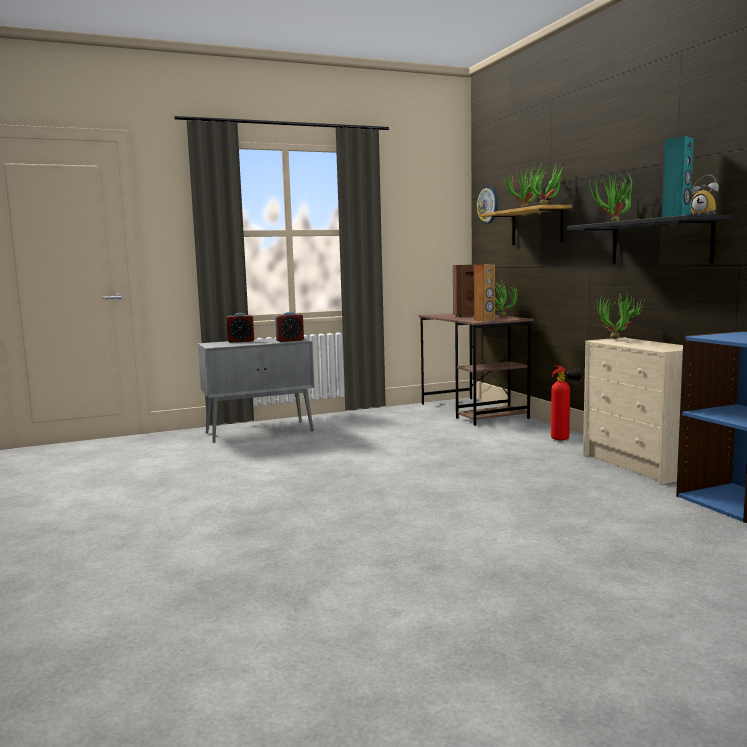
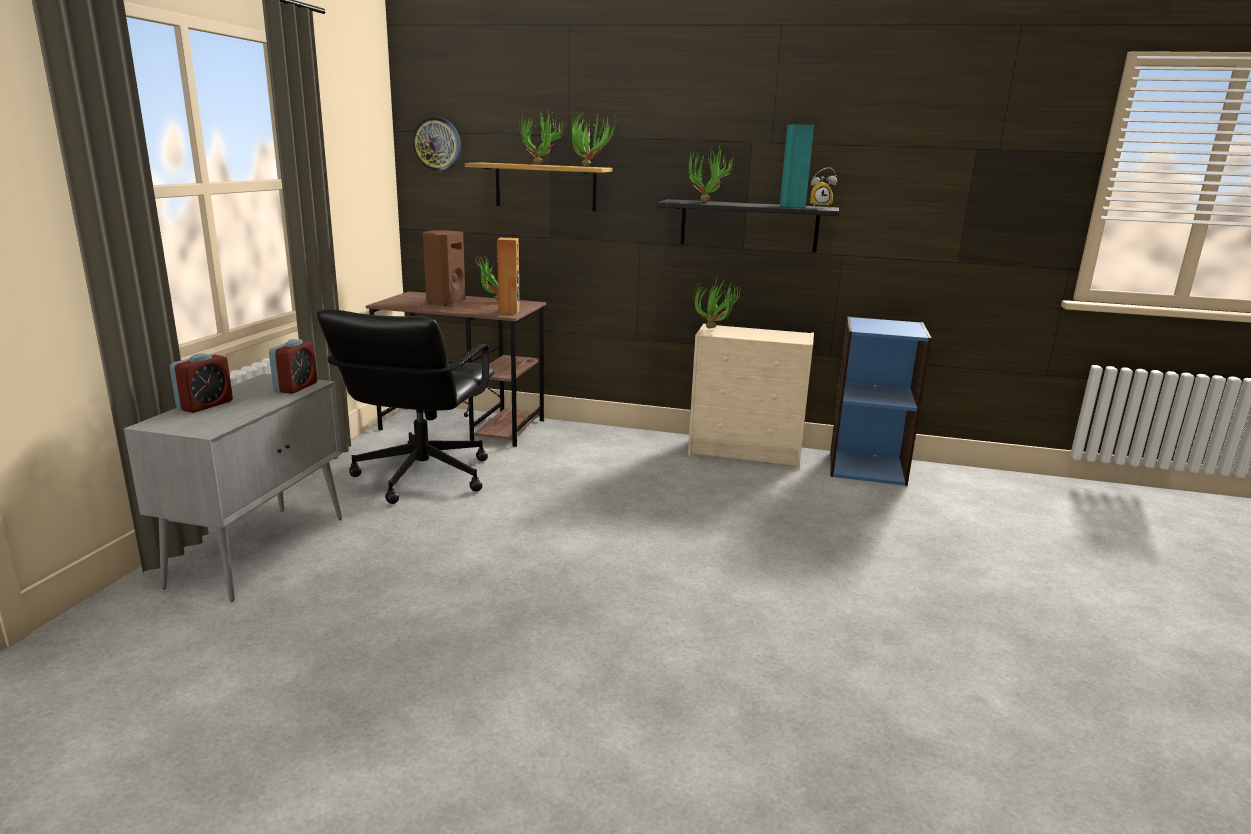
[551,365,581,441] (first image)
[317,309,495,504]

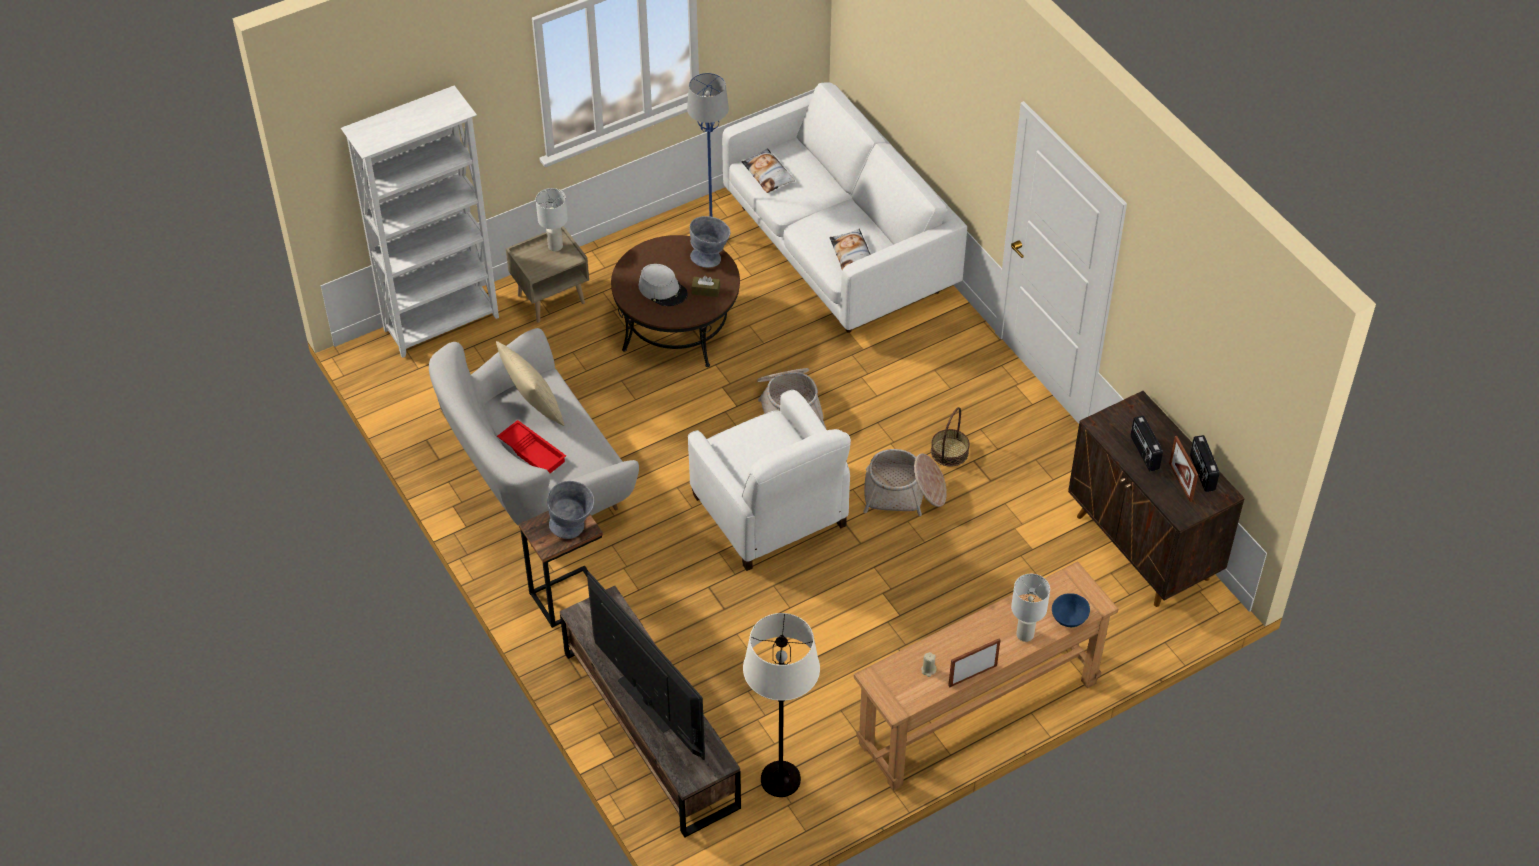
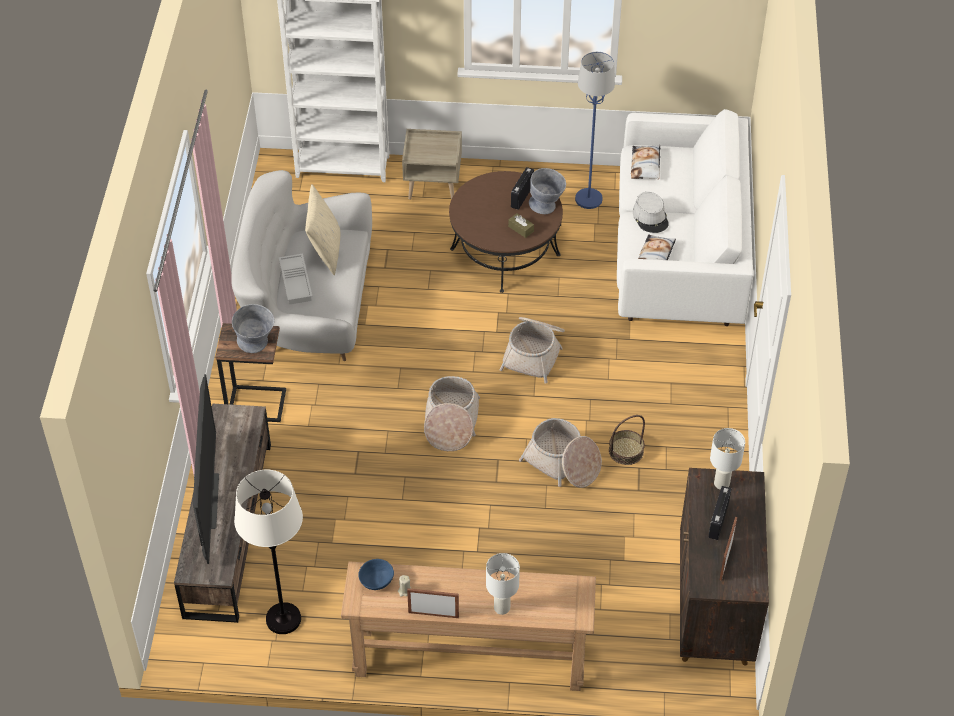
[279,254,313,304]
[710,428,745,490]
[633,192,669,233]
[424,376,480,451]
[358,559,394,590]
[511,167,534,210]

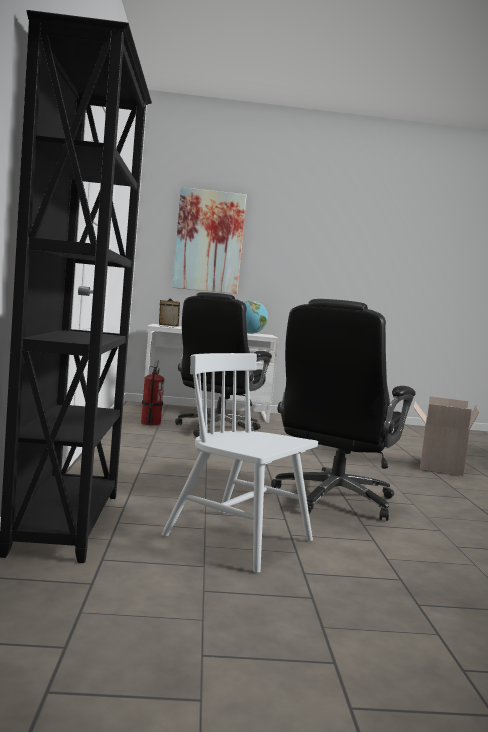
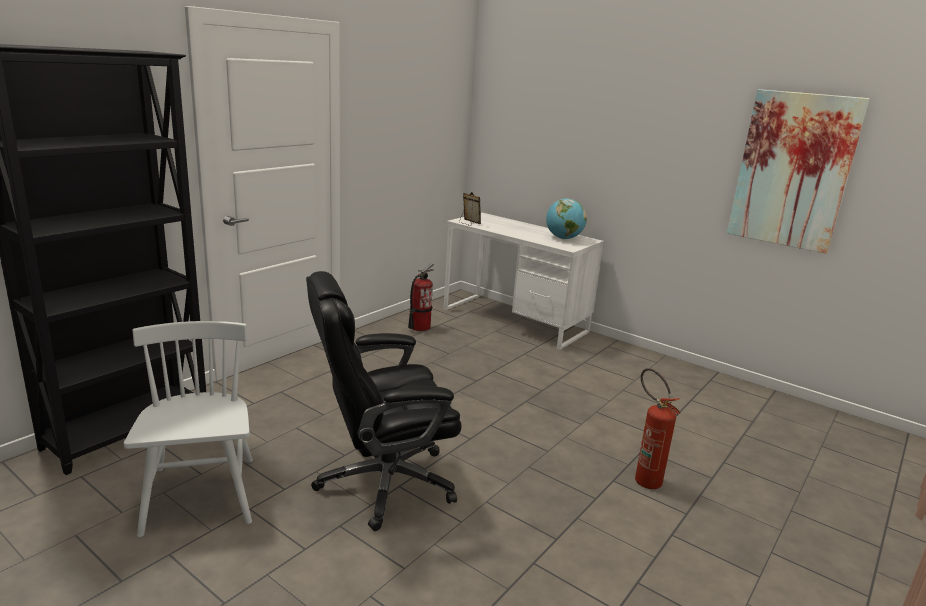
[727,89,869,254]
[175,292,272,437] (first image)
[635,368,680,489]

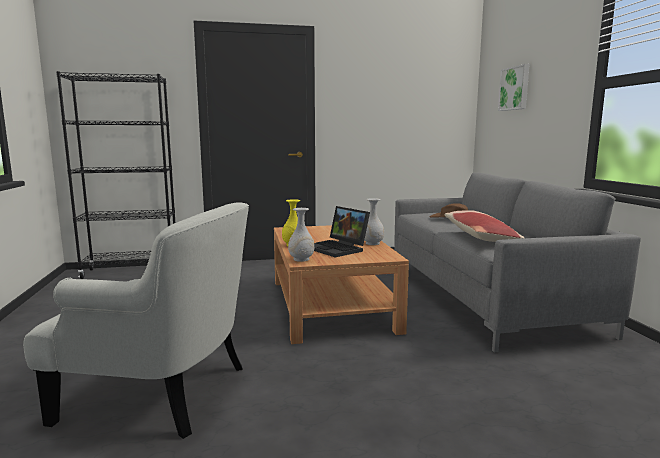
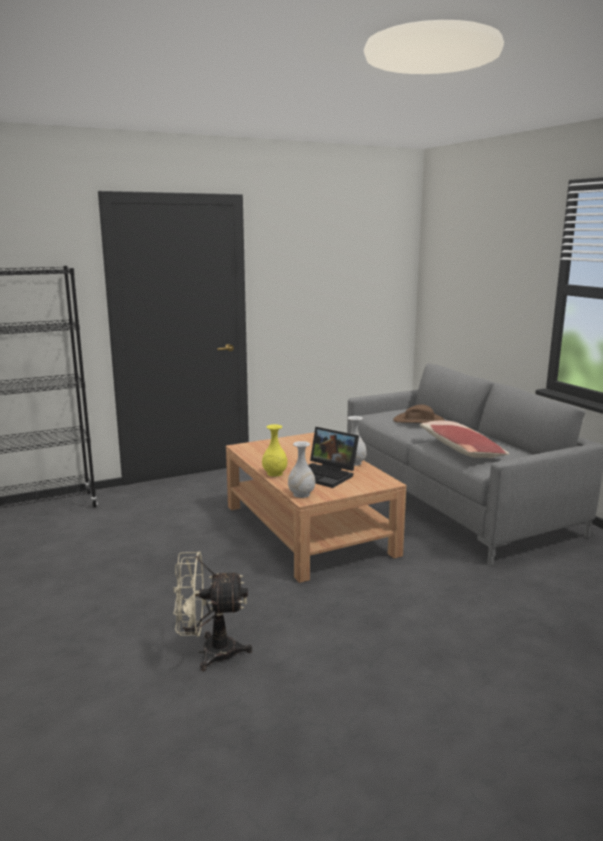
[173,552,253,671]
[498,64,530,111] (first image)

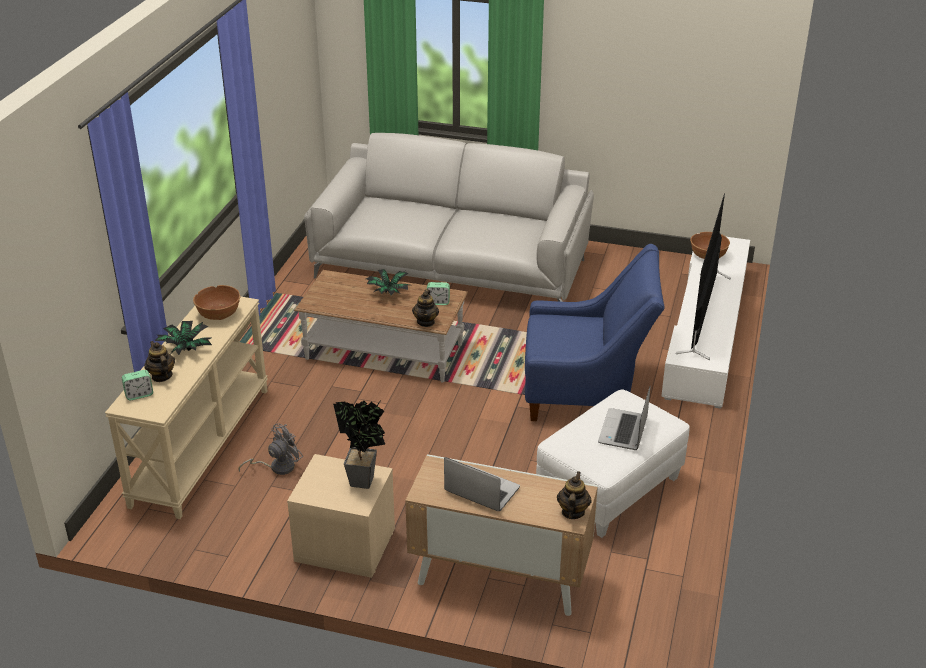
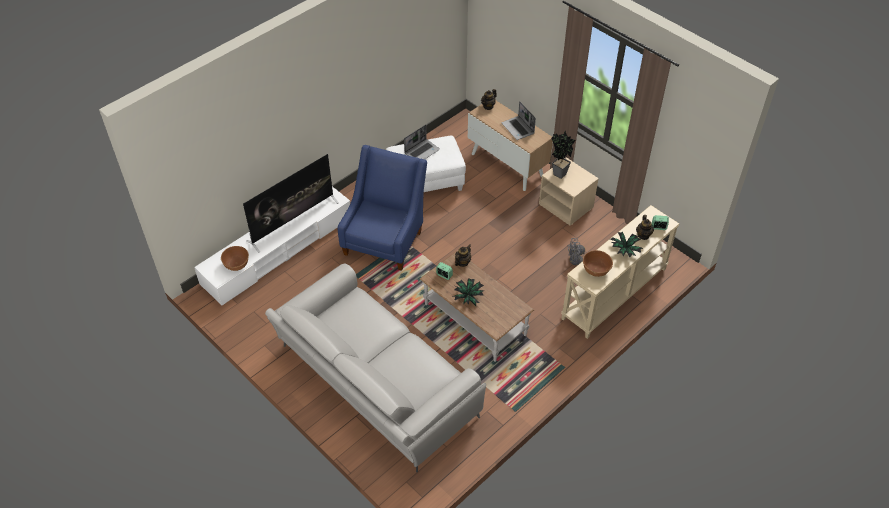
[338,145,427,271]

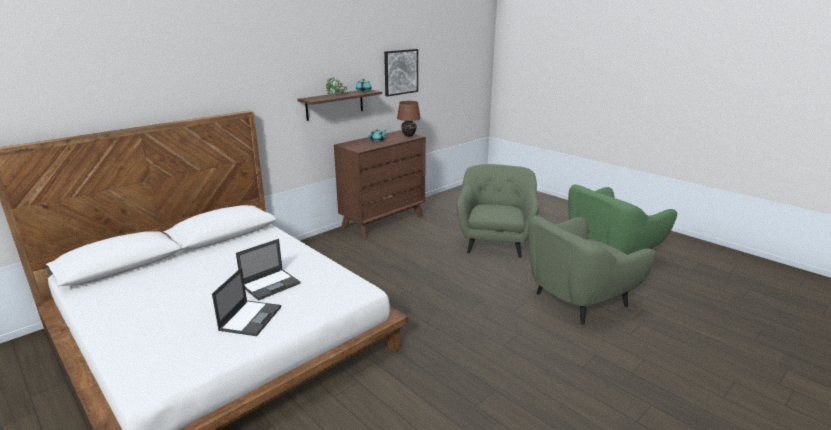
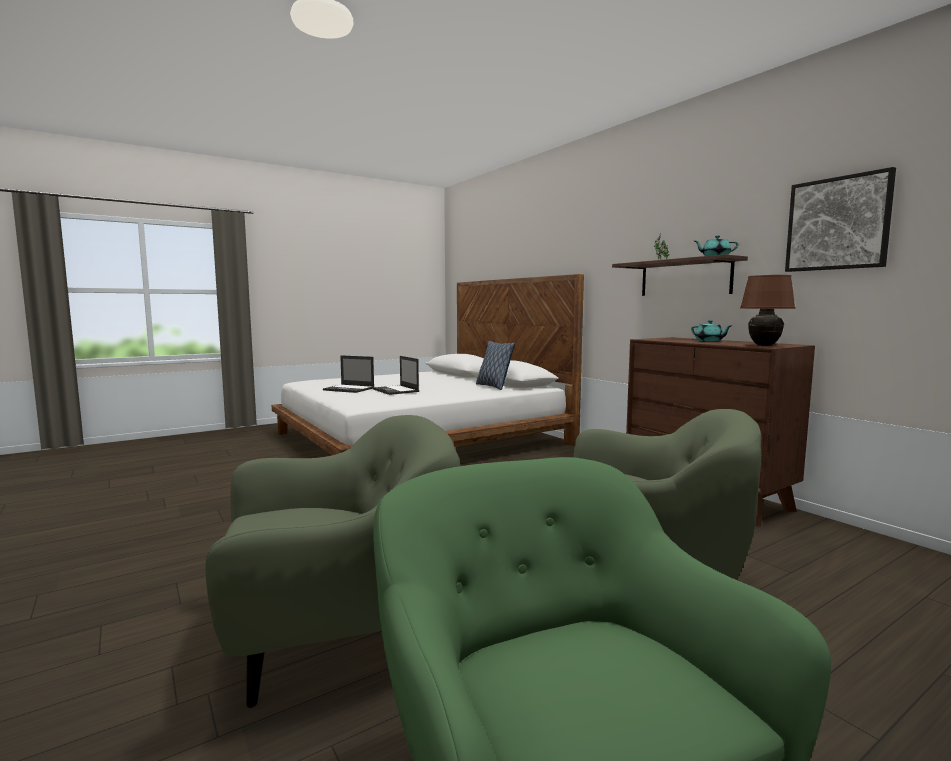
[206,415,460,708]
[476,341,516,390]

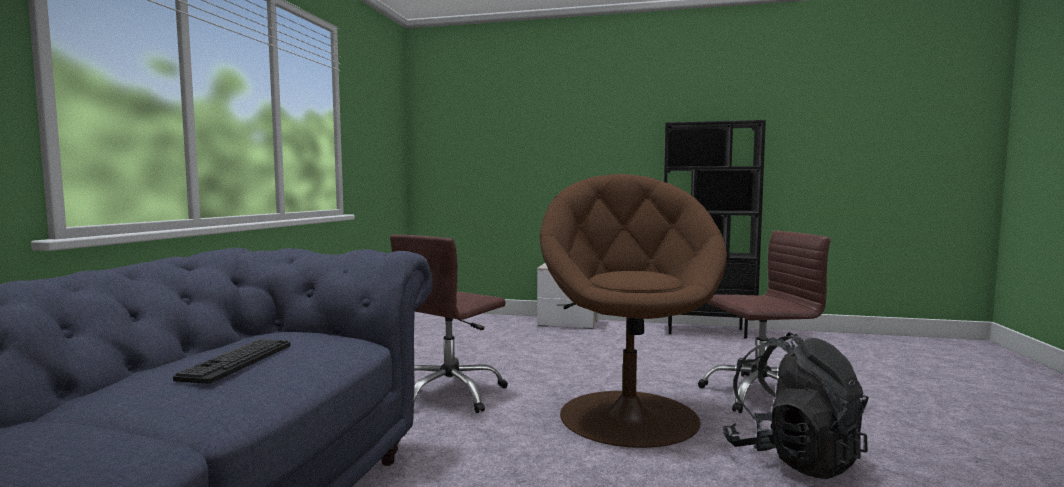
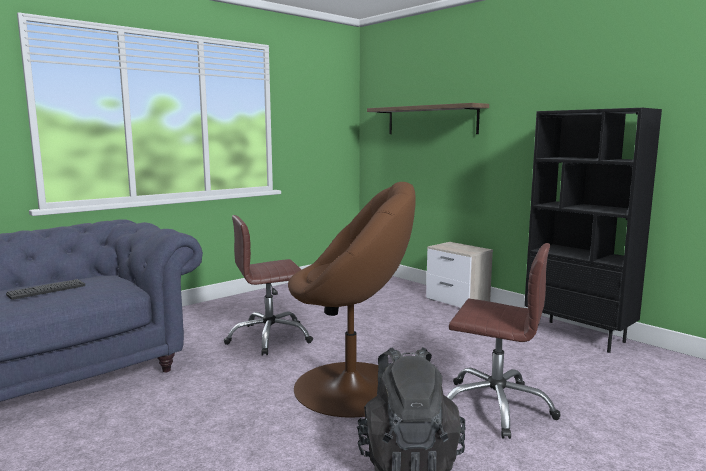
[288,182,416,418]
[367,103,489,134]

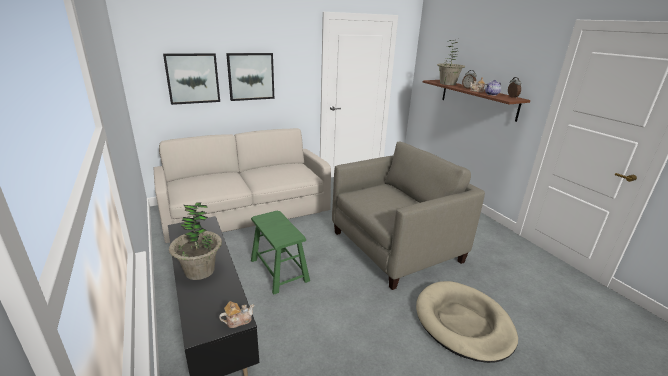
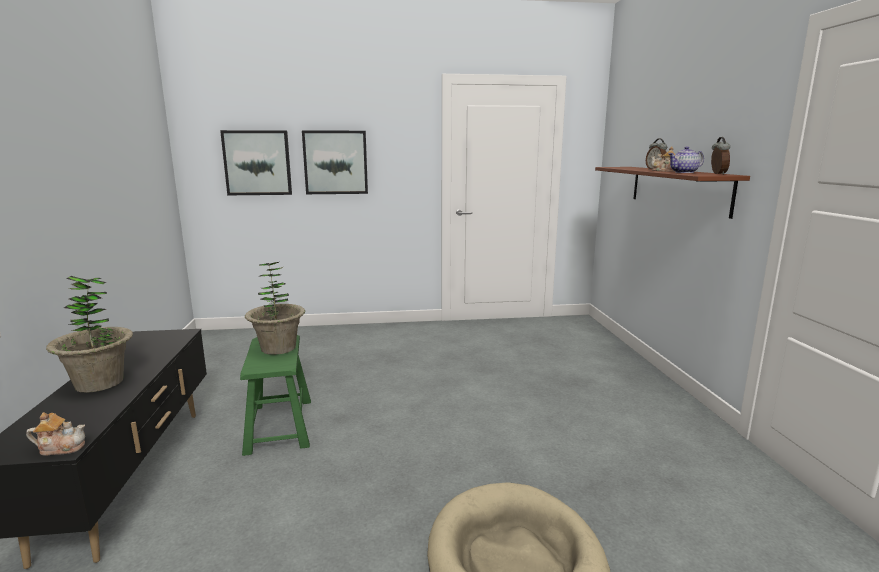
[154,128,331,243] (first image)
[332,142,485,290] (first image)
[245,262,305,355]

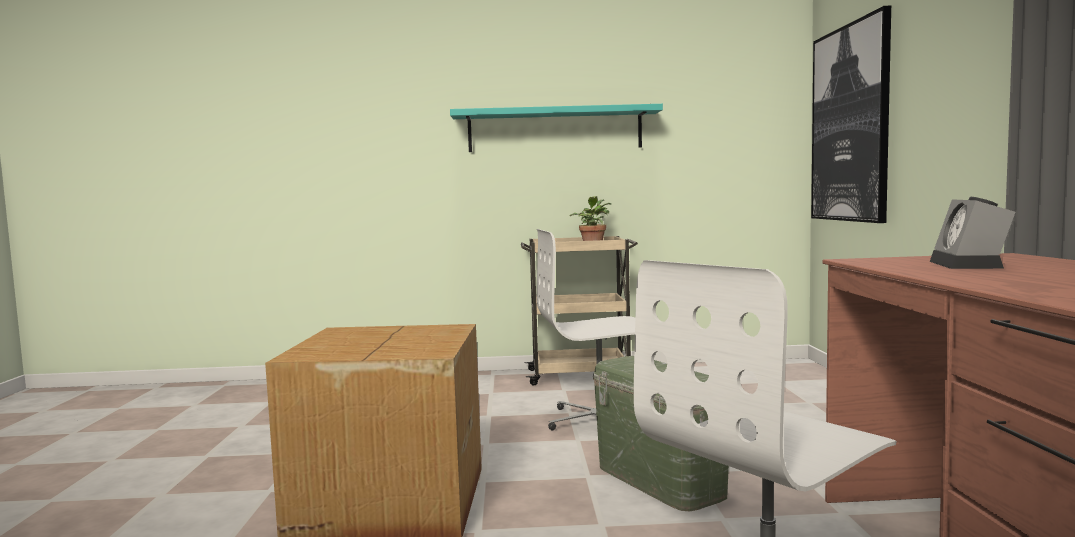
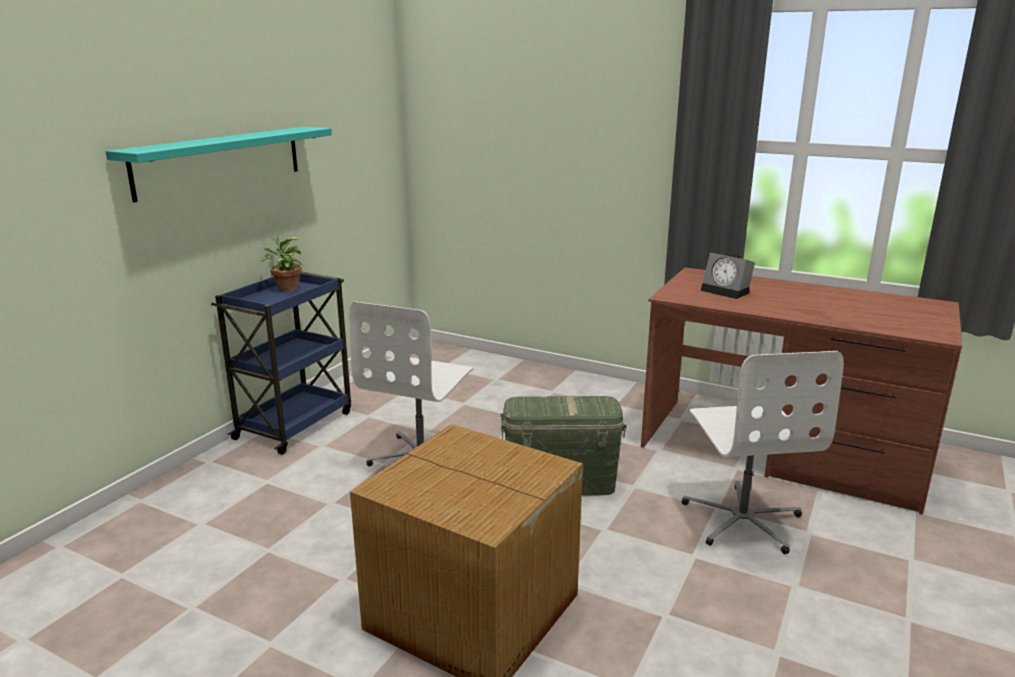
[211,272,351,455]
[811,6,891,223] (first image)

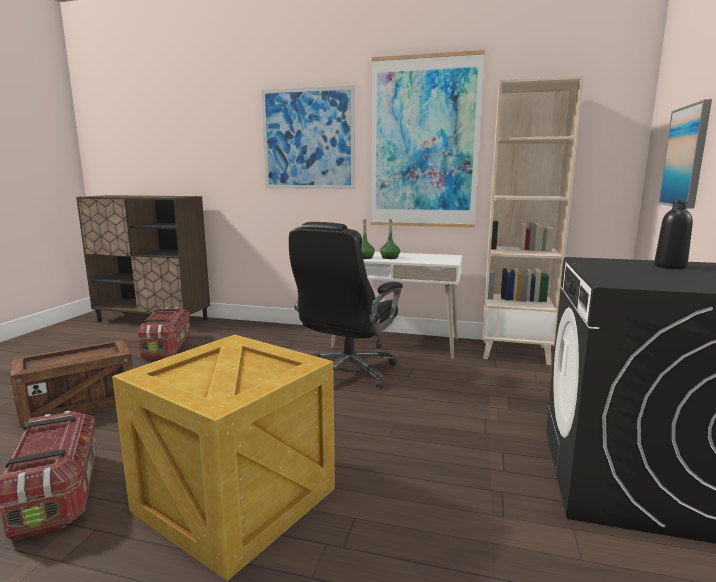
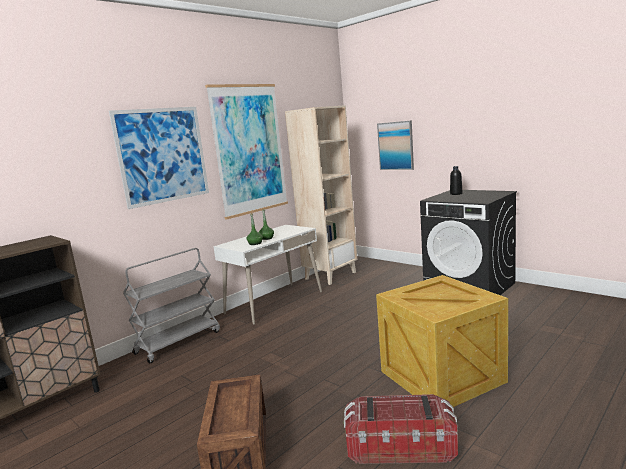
[138,307,191,359] (first image)
[289,222,403,388] (first image)
[123,248,220,363]

